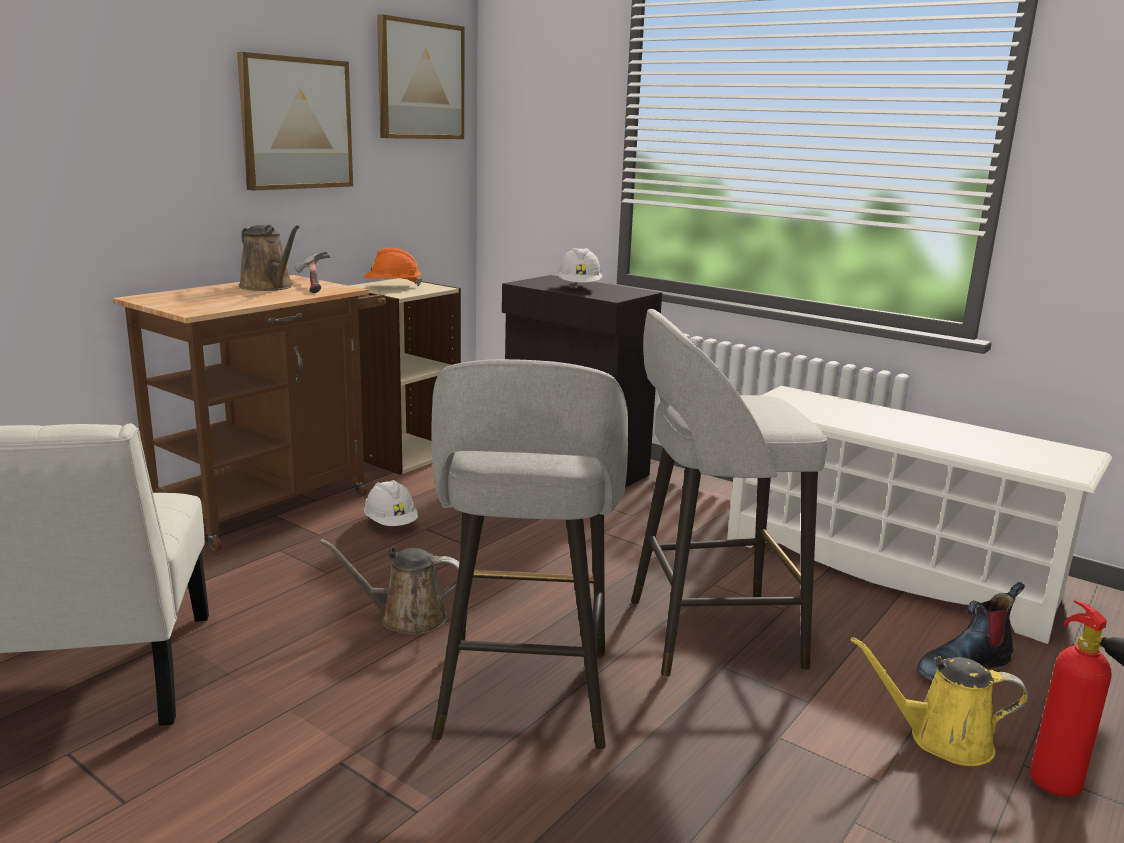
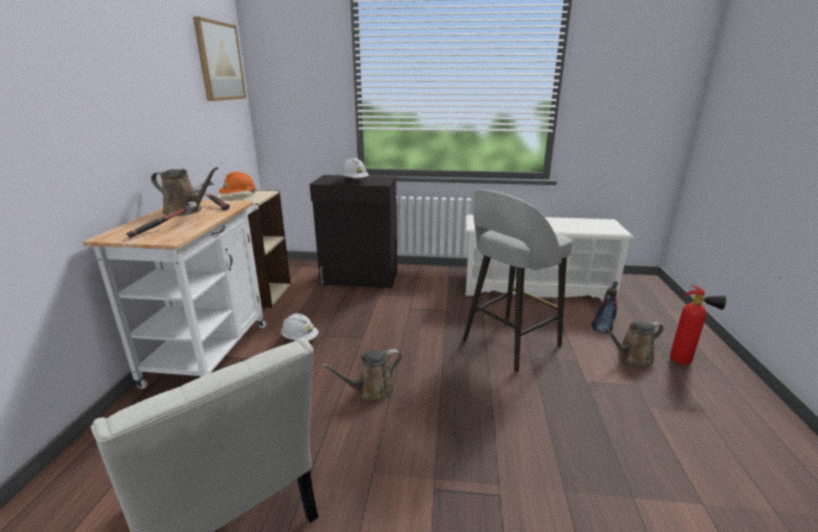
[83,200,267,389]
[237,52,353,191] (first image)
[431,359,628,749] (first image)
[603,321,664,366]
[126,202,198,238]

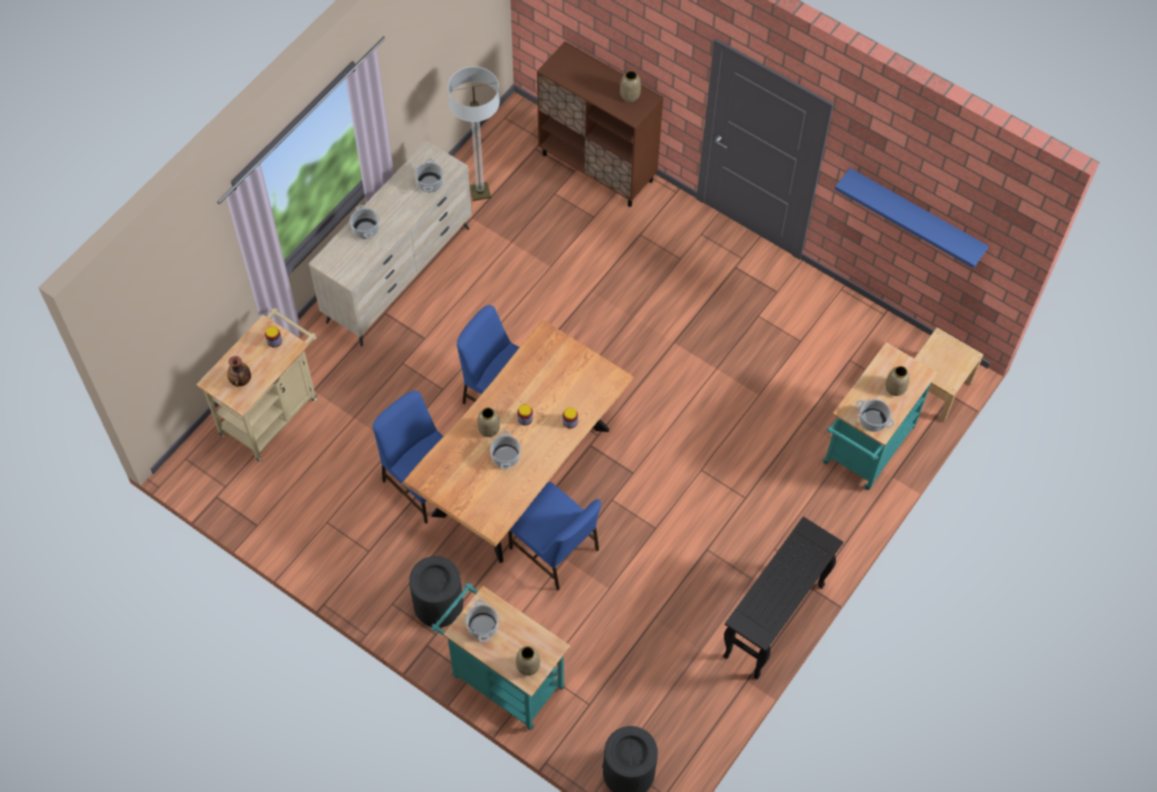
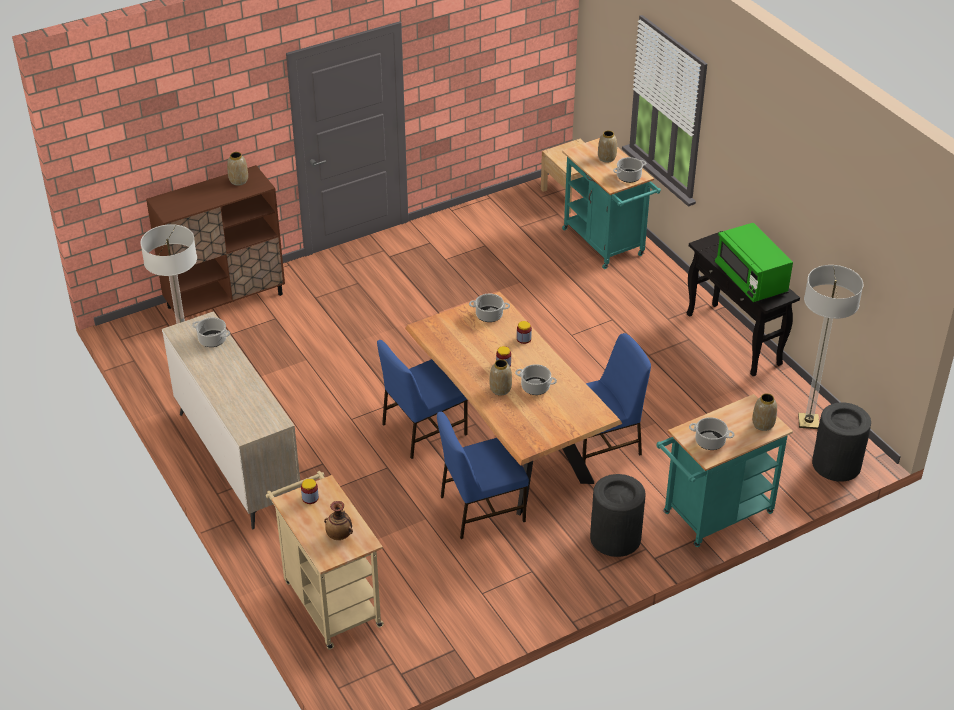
[469,294,510,322]
[835,168,989,268] (first image)
[715,223,793,302]
[798,265,863,429]

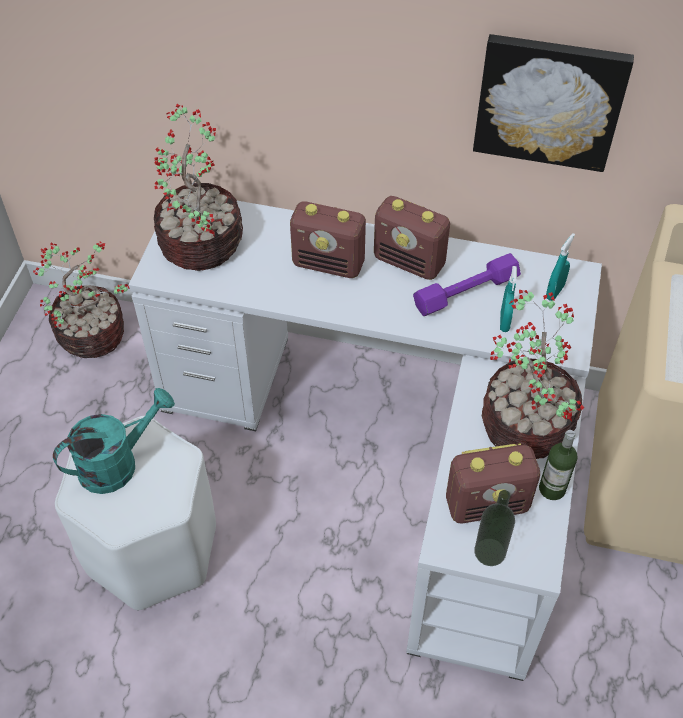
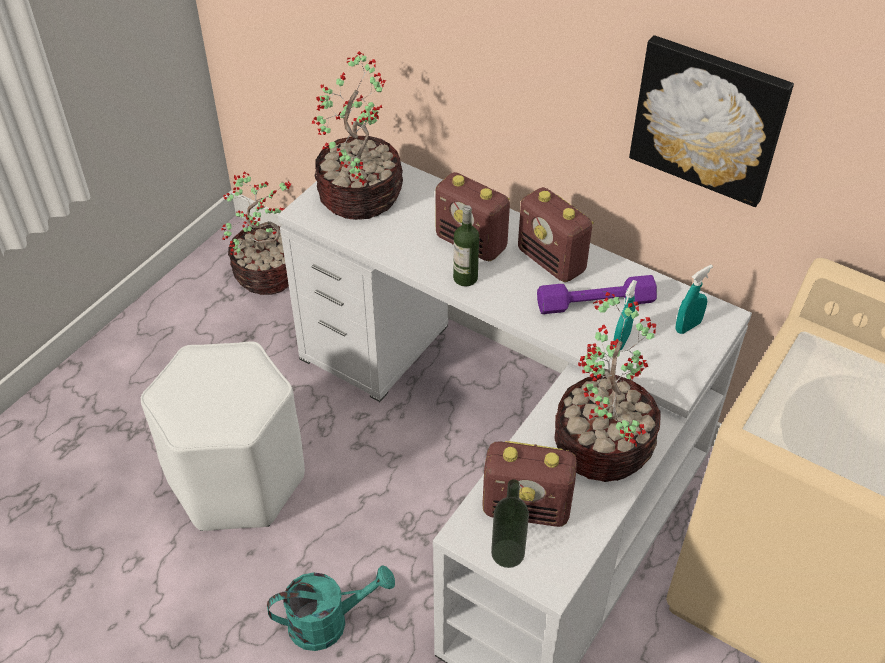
[267,565,395,651]
[453,205,479,287]

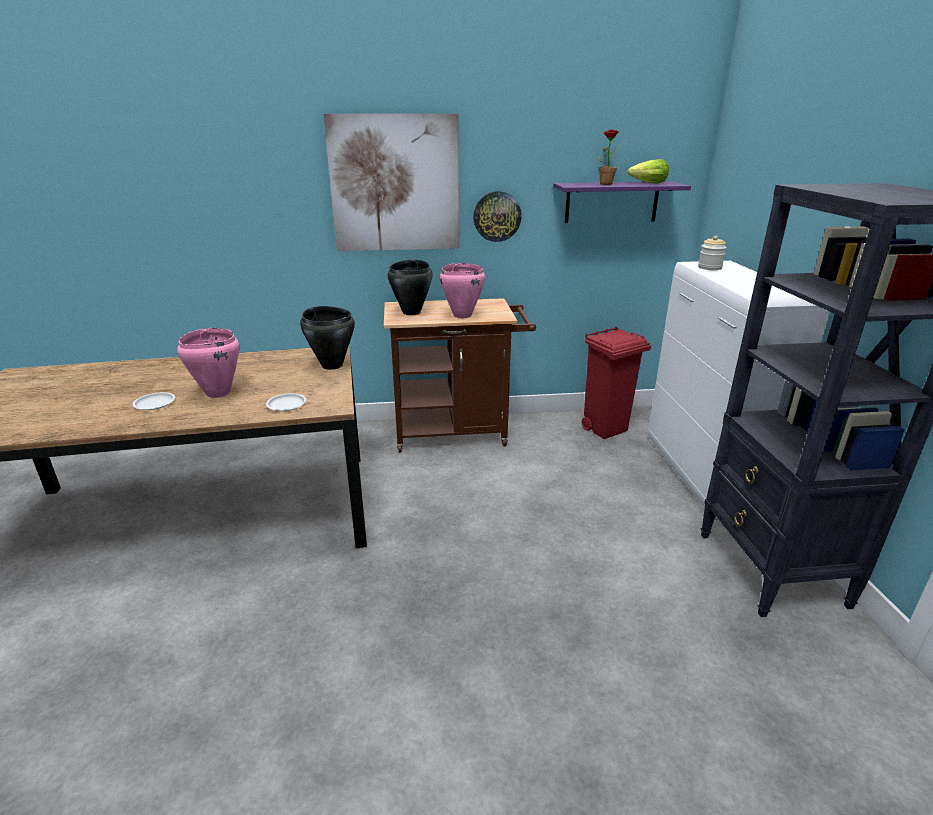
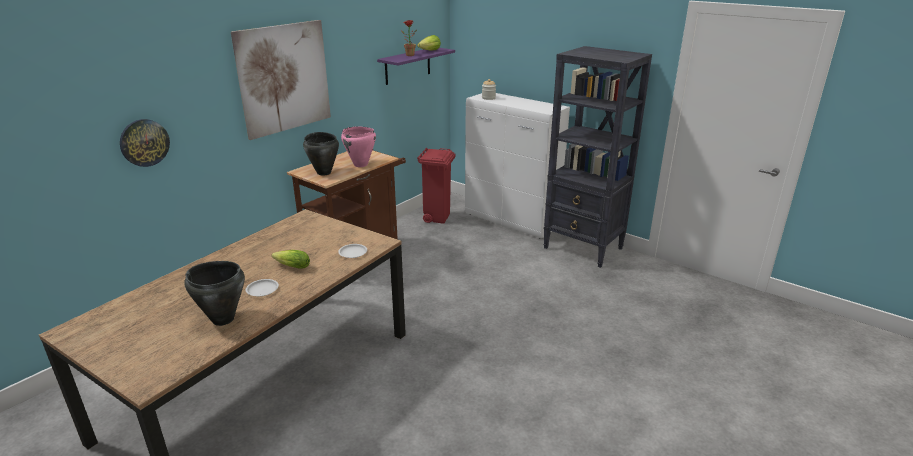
[271,250,310,269]
[184,261,245,326]
[120,119,170,167]

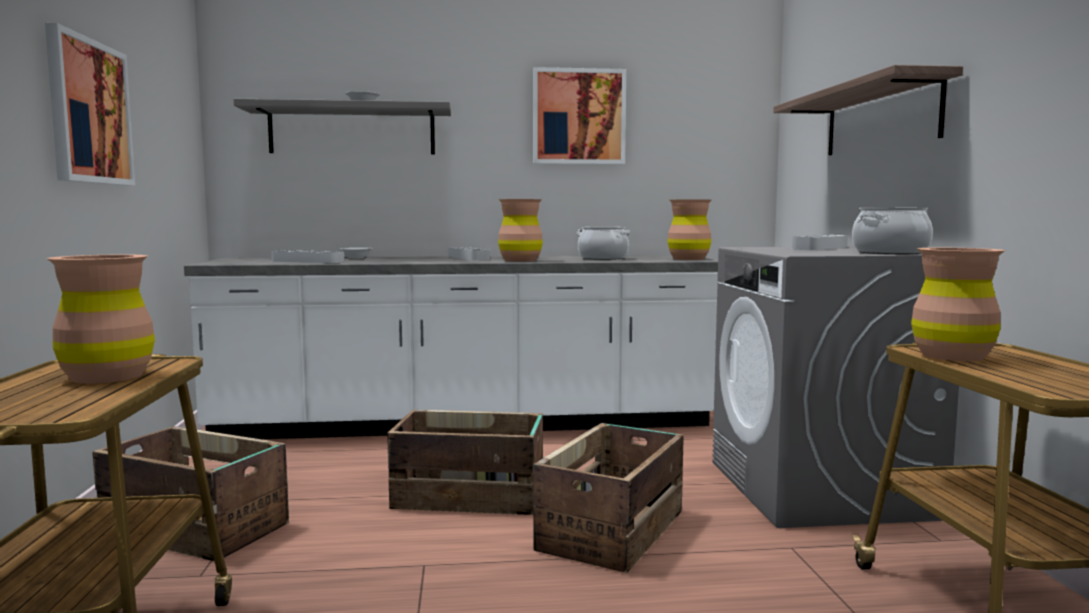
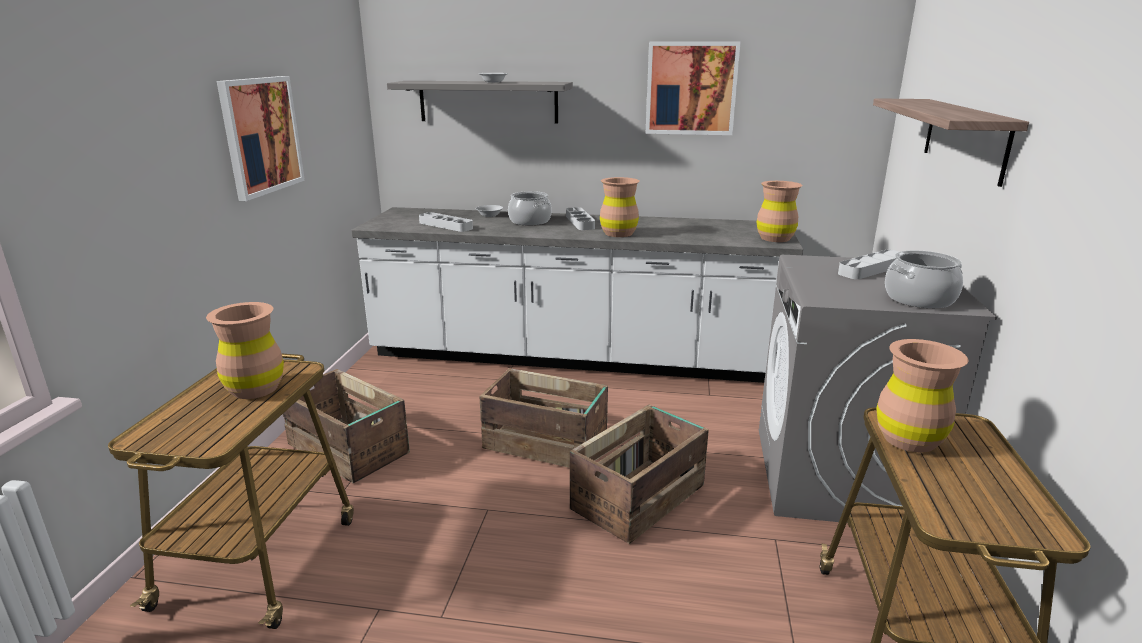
[508,191,552,226]

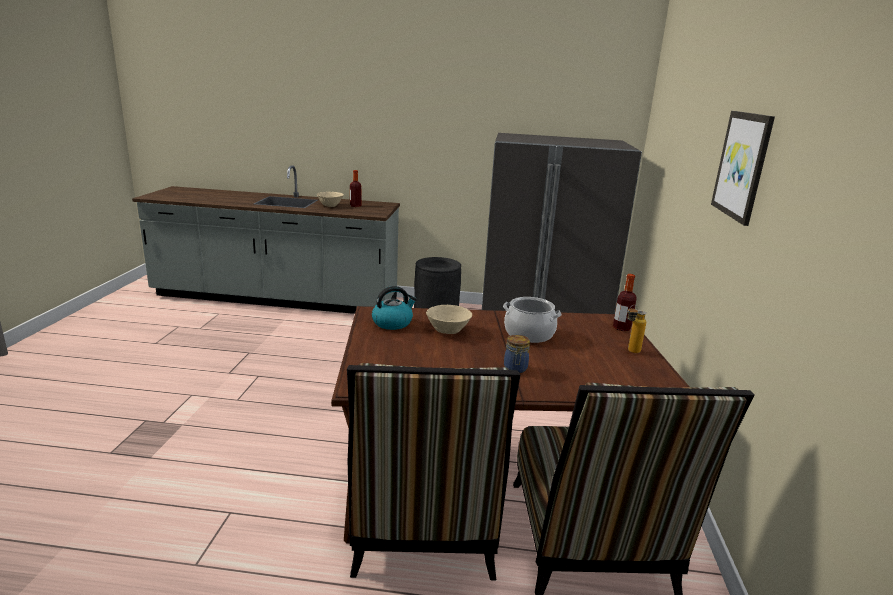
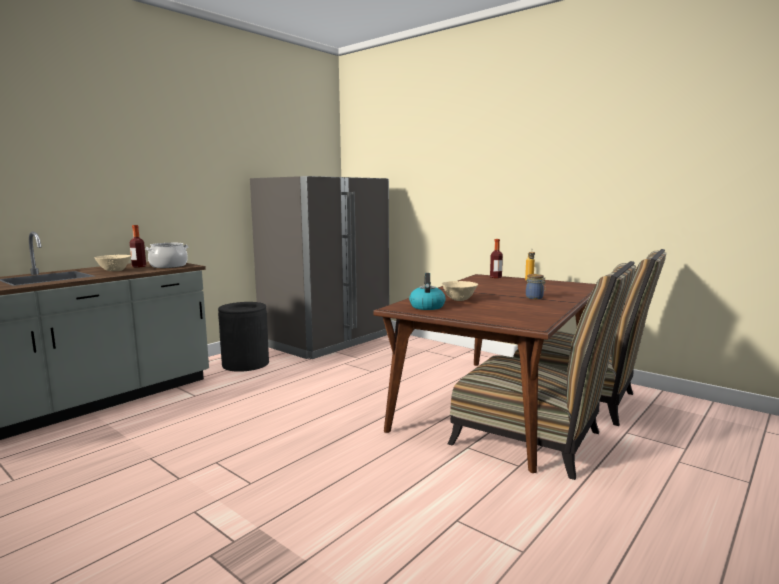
[145,243,188,268]
[711,111,775,226] (first image)

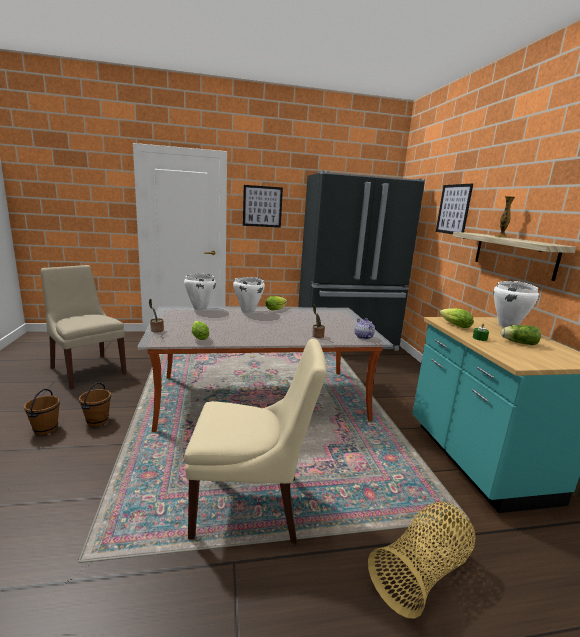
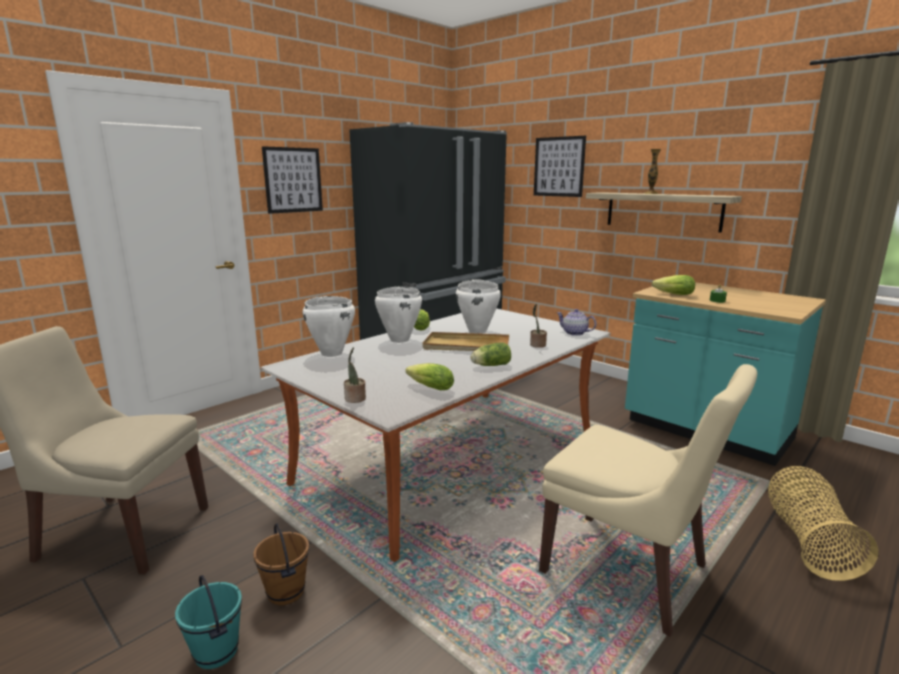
[175,575,242,669]
[539,364,757,636]
[456,279,501,334]
[471,343,511,366]
[423,332,509,351]

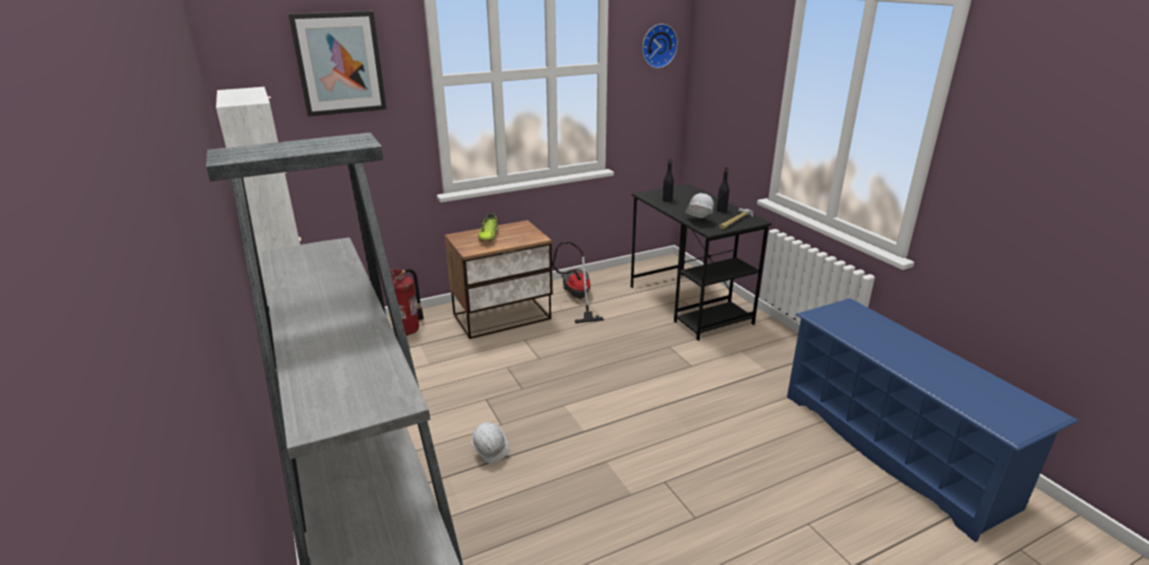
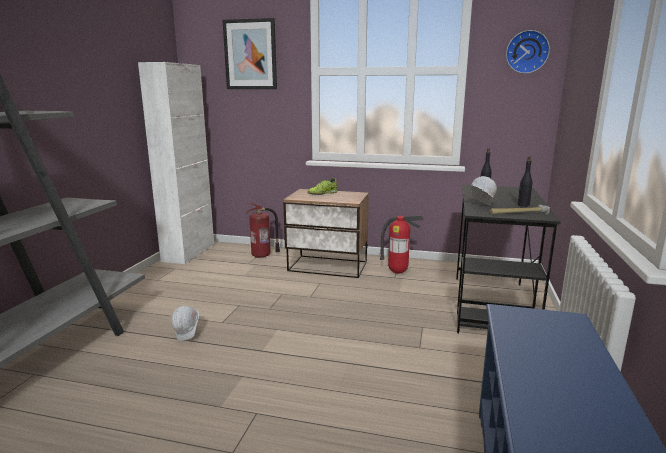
[380,215,424,274]

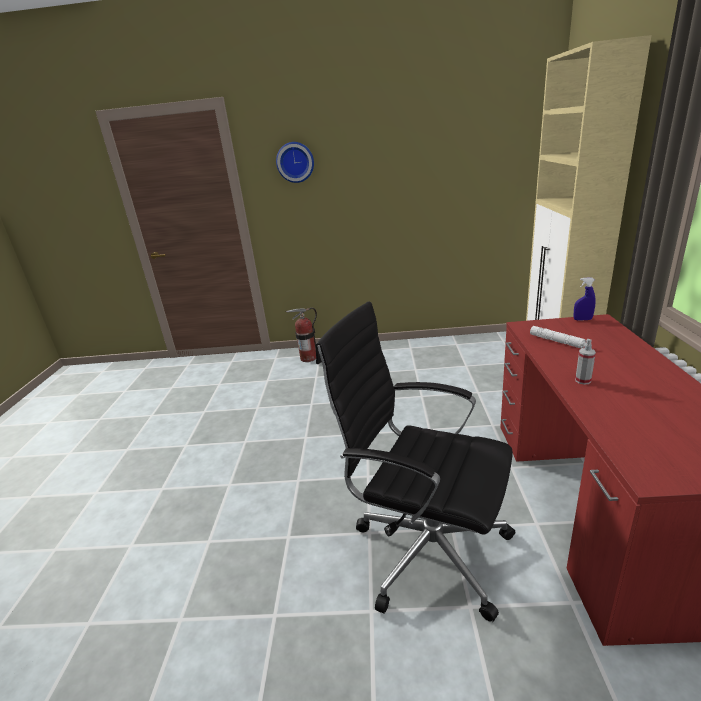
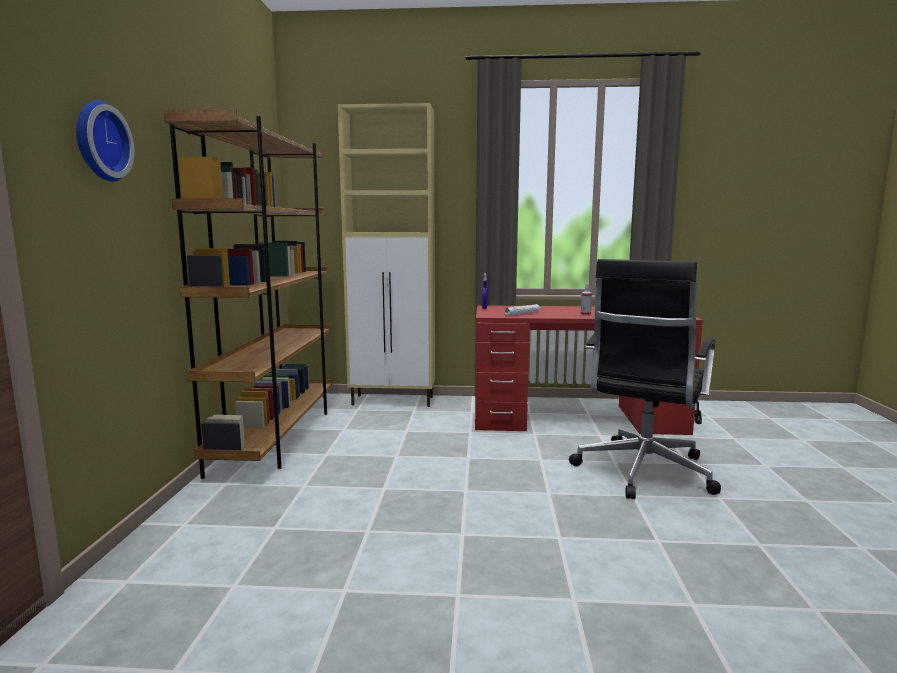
[286,308,317,362] (first image)
[164,109,332,479]

